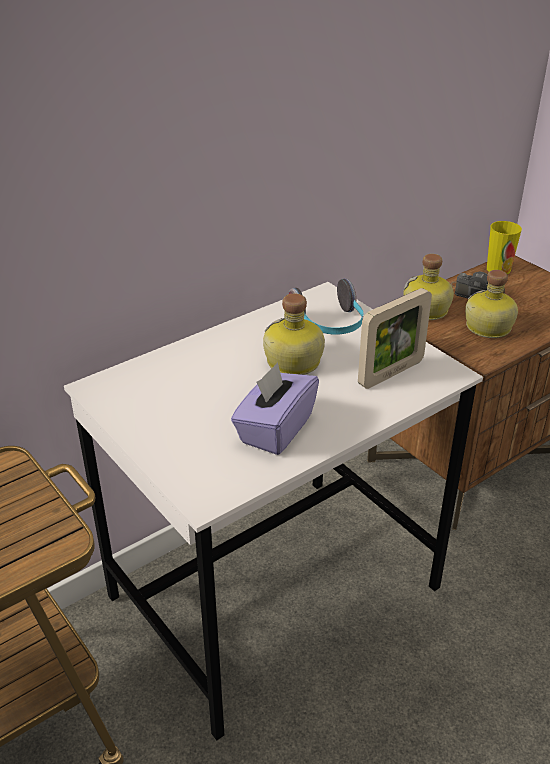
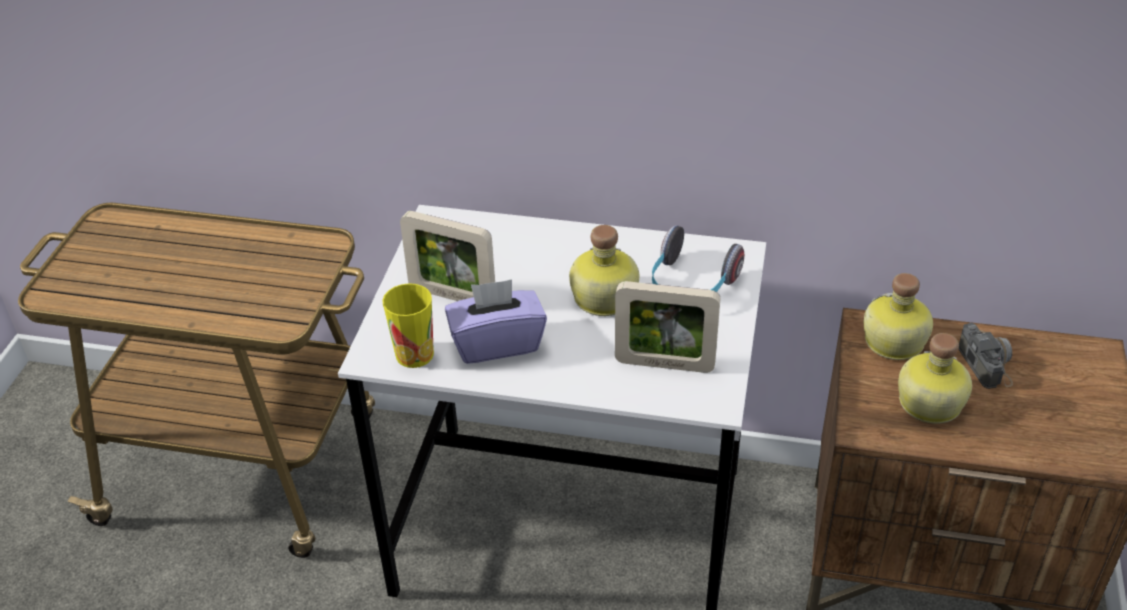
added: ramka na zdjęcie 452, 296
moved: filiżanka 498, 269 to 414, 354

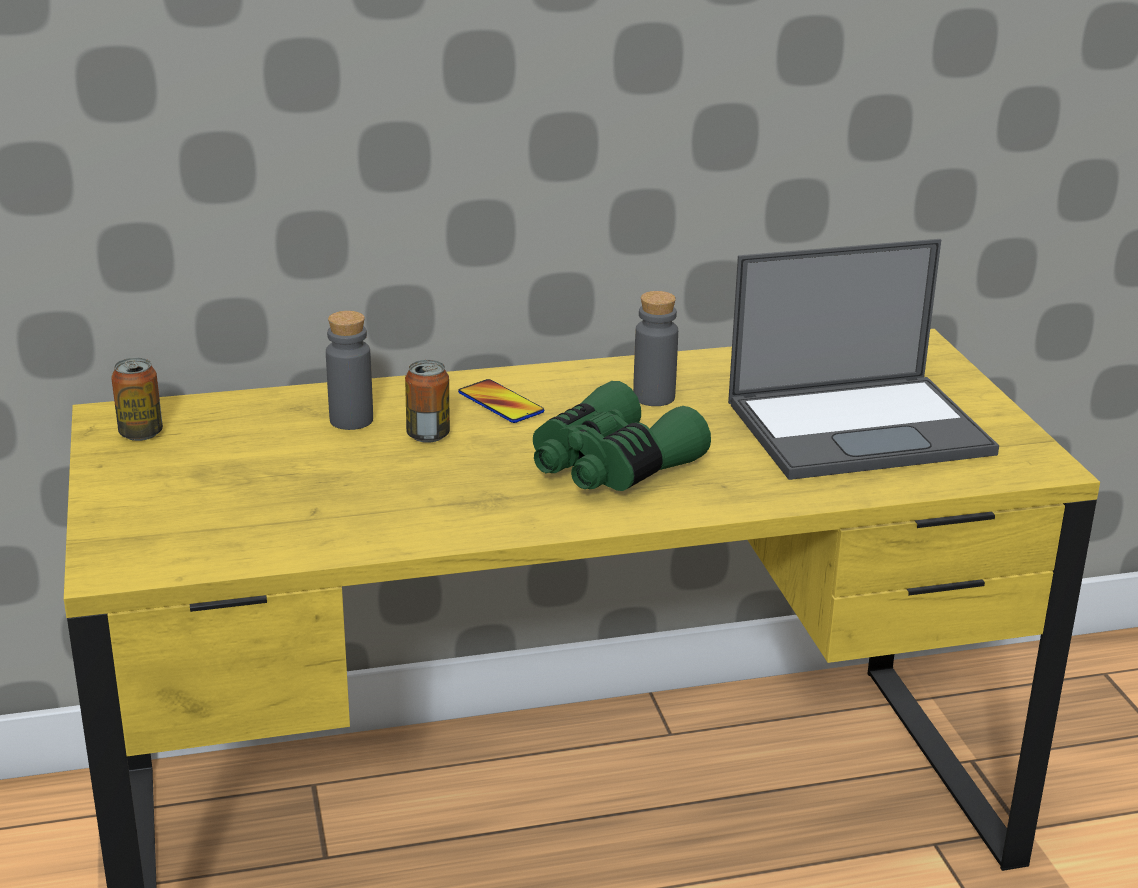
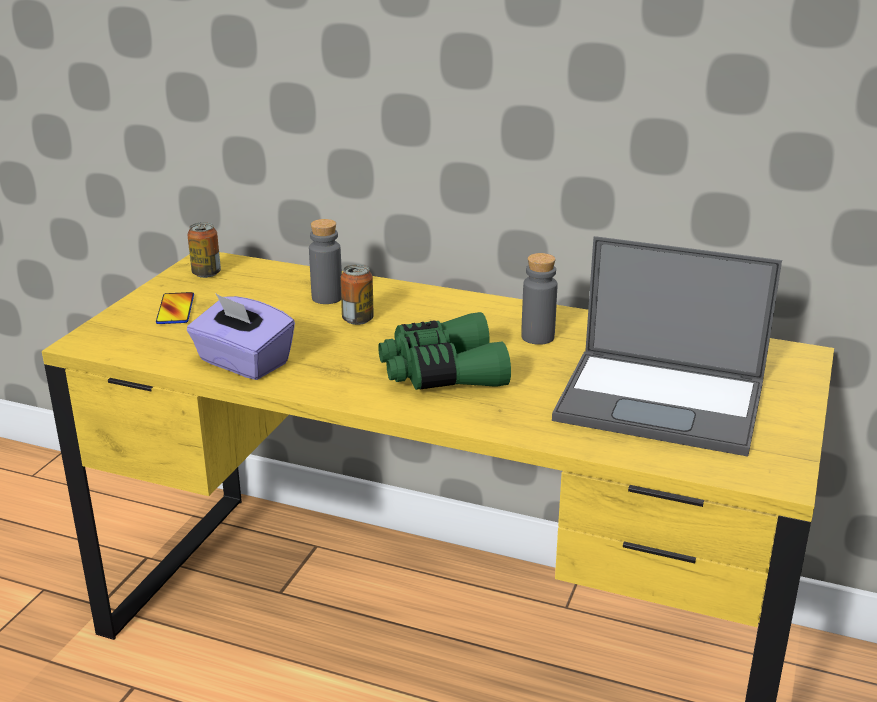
added: pudełko chusteczek (fioletowy) 243, 363
moved: telefon 500, 403 to 175, 309

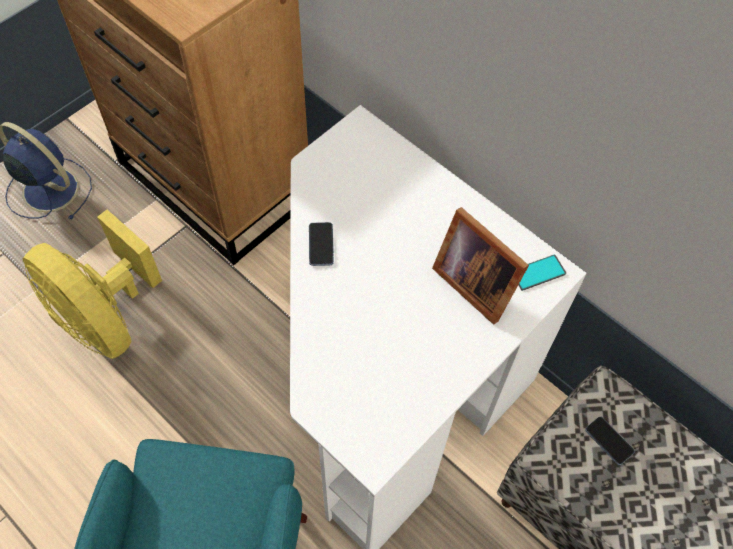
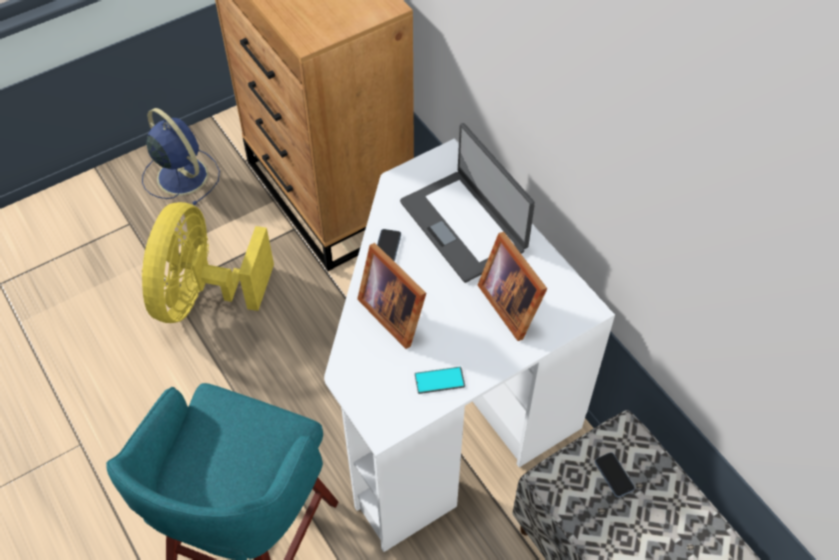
added: ramka na zdjęcie 394, 311; laptop 464, 225
moved: telefon 538, 273 to 439, 380
turned: wentylator (żółty) 106, 317 = 203, 295 45 degrees clockwise

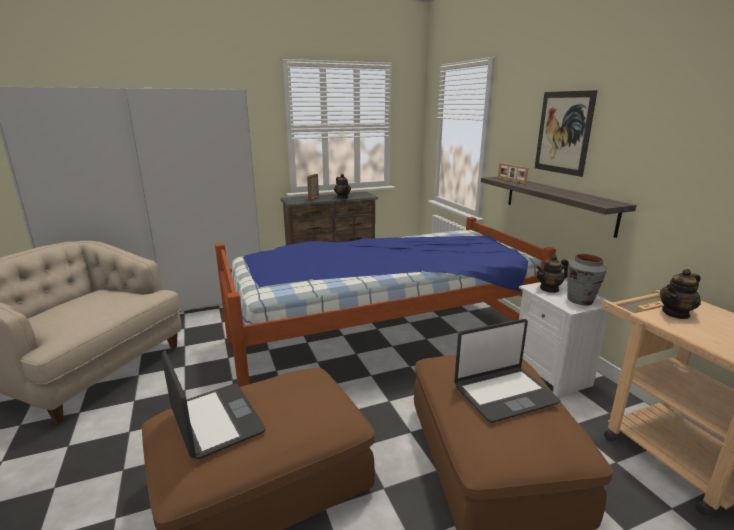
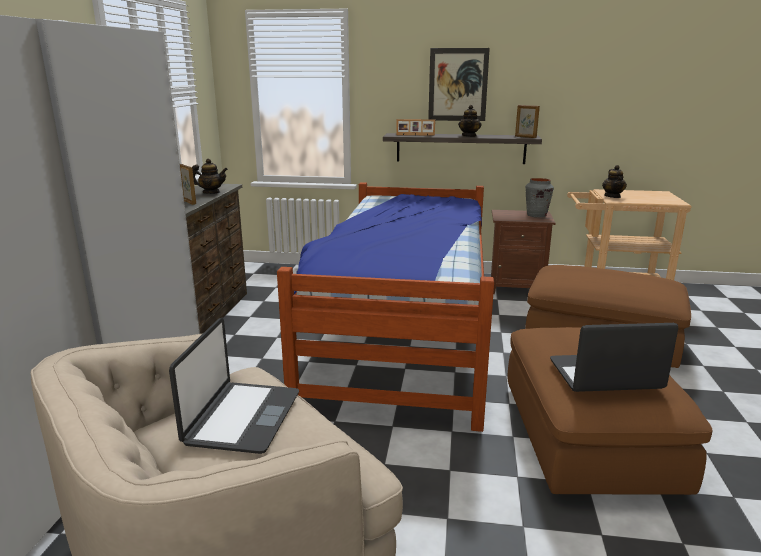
added: ramka na zdjęcie 525, 137
moved: laptop 504, 394 to 242, 418; imbryk 549, 289 to 469, 136
recoloured: szafka nocna (biały) 553, 374 to szafka nocna (brązowy) 516, 287

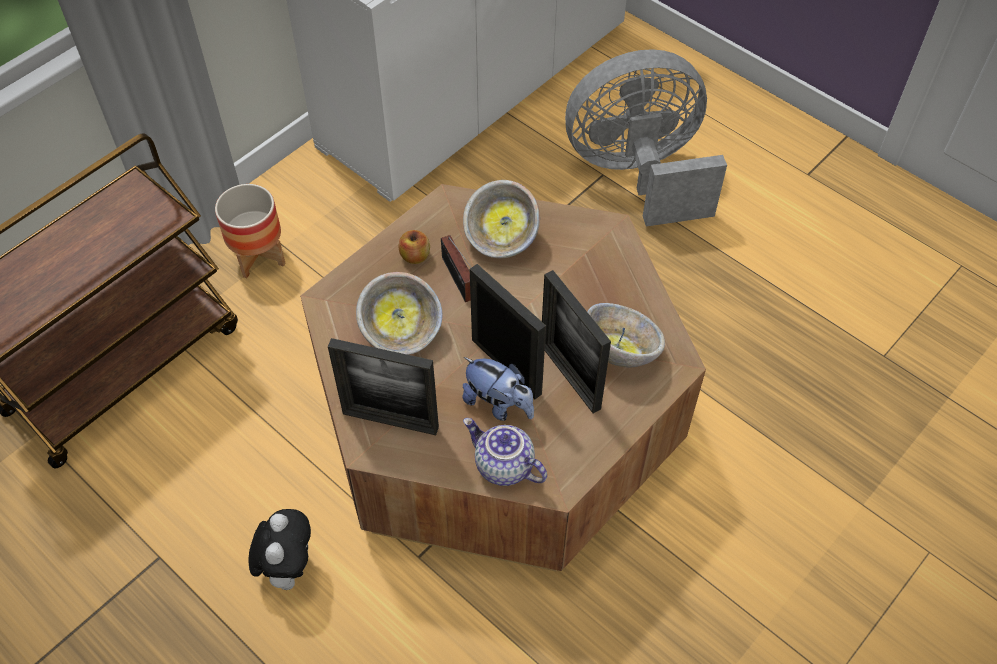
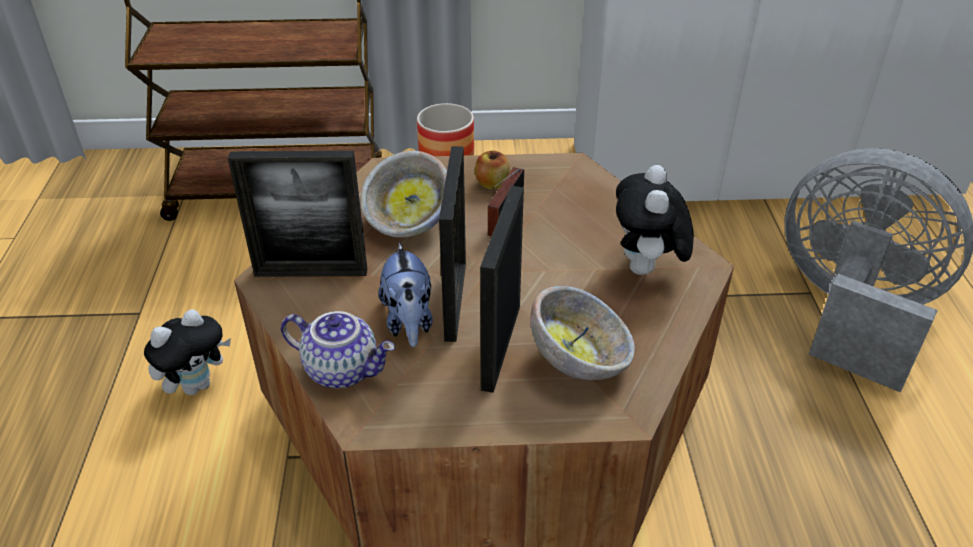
removed: miska 502, 239
added: pluszak 646, 270
turned: ramka na zdjęcie 390, 420 = 311, 272 60 degrees counterclockwise; imbryk 503, 466 = 343, 369 120 degrees clockwise

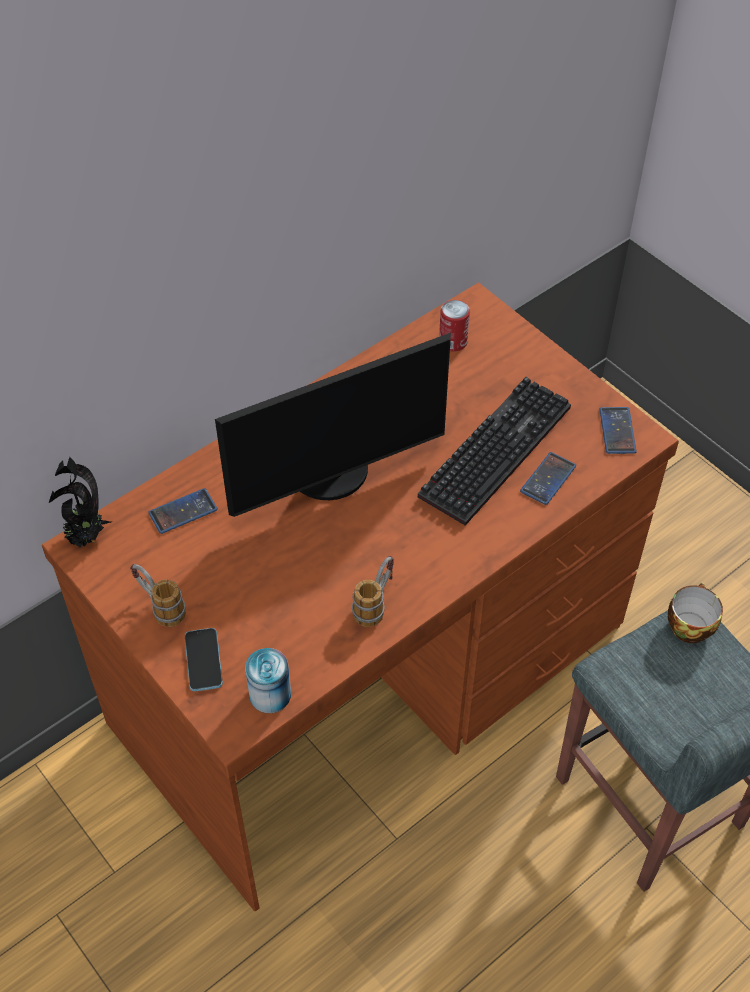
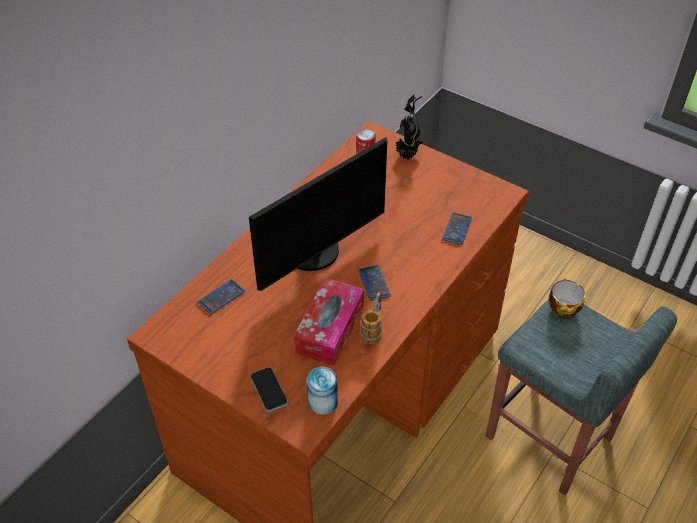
removed: kubek 159, 606; klawiatura 494, 448
added: pudełko chusteczek 330, 329
moved: roślina doniczkowa 86, 538 to 407, 156; telefon 617, 431 to 374, 283

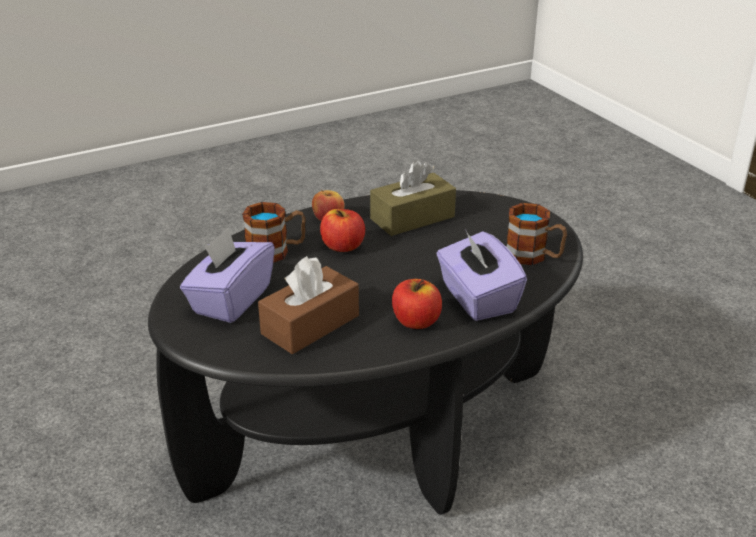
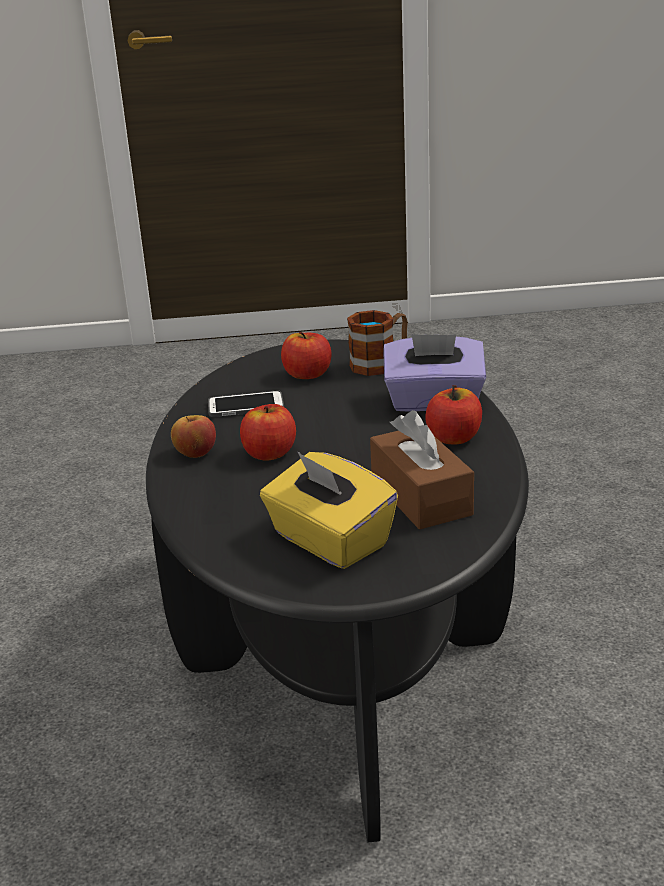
removed: kubek 276, 252
added: jabłko 307, 375
replaced: pudełko chusteczek (brązowy) 412, 218 to telefon 246, 406
recoloured: pudełko chusteczek (fioletowy) 231, 300 to pudełko chusteczek (żółty) 329, 541

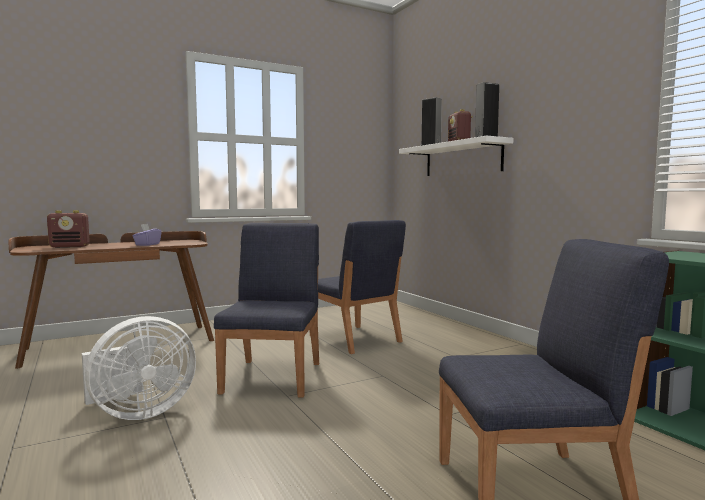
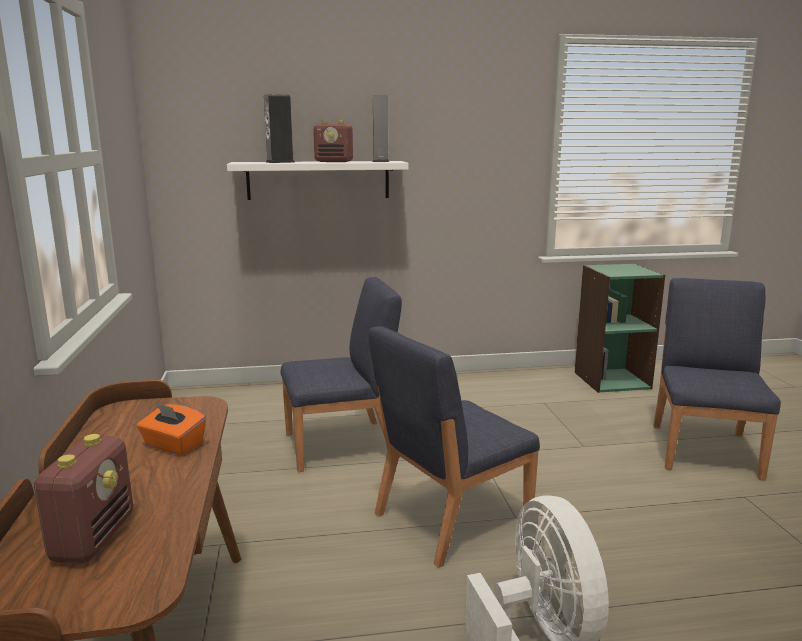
recoloured: pudełko chusteczek (fioletowy) 147, 244 to pudełko chusteczek (pomarańczowy) 173, 445
turned: krzesło (niebieski) 273, 377 = 450, 519 60 degrees counterclockwise

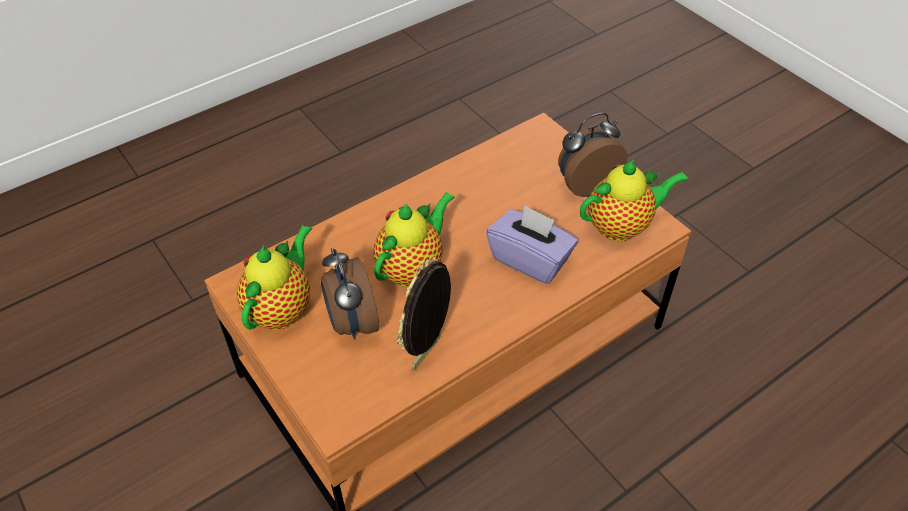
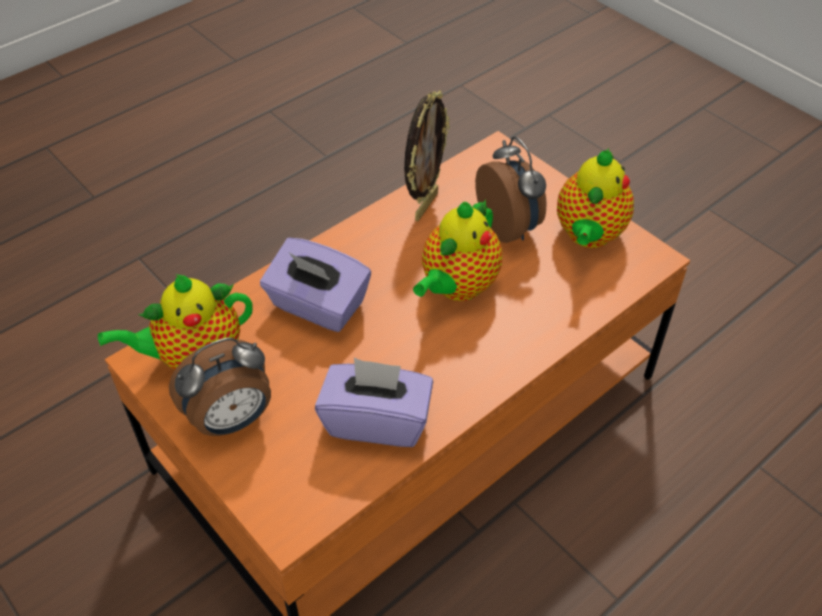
added: pudełko chusteczek (fioletowy) 377, 420

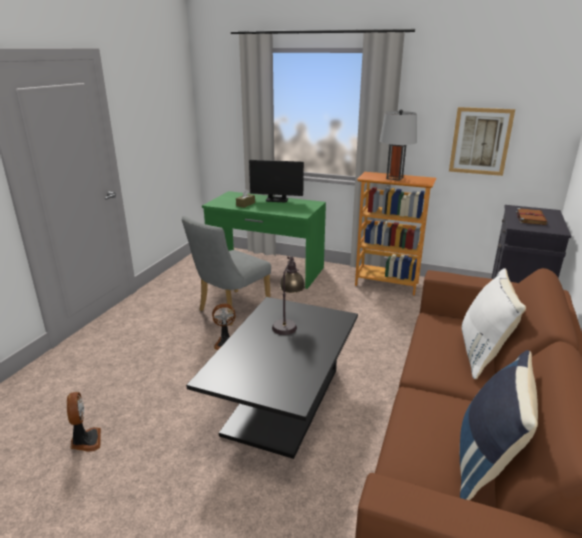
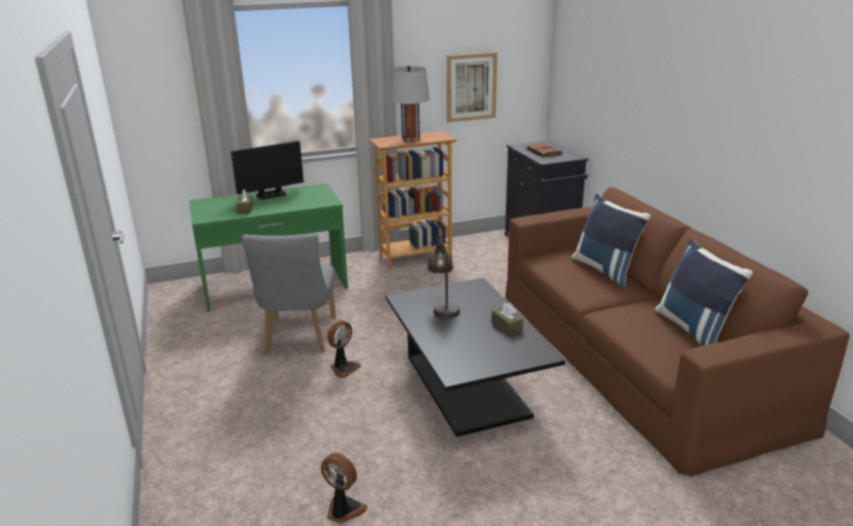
added: pudełko chusteczek (brązowy) 506, 326
recoloured: poduszka (biały) 483, 354 to poduszka (niebieski) 606, 270

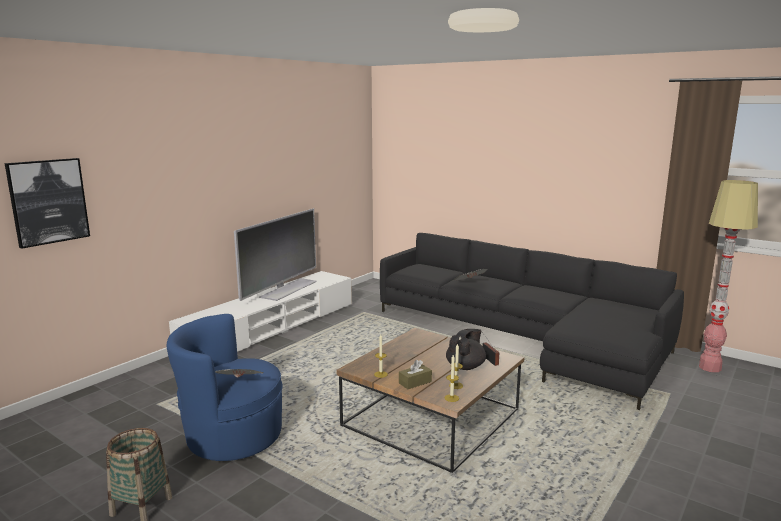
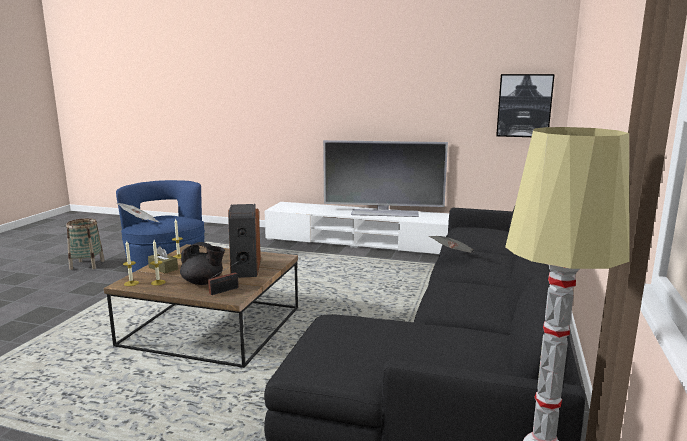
added: głośnik 245, 268
moved: obraz 48, 201 to 524, 105

